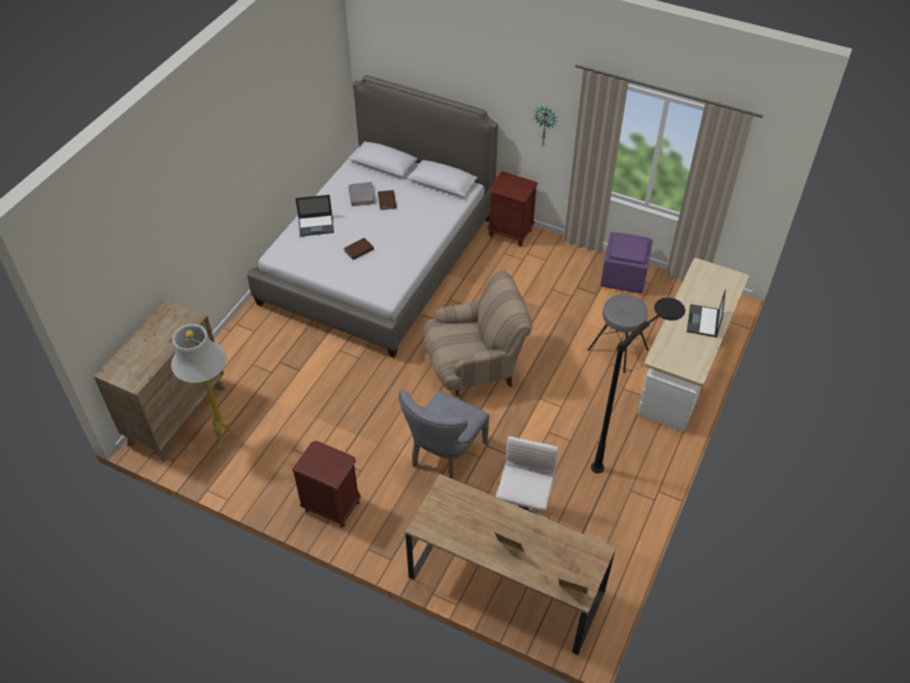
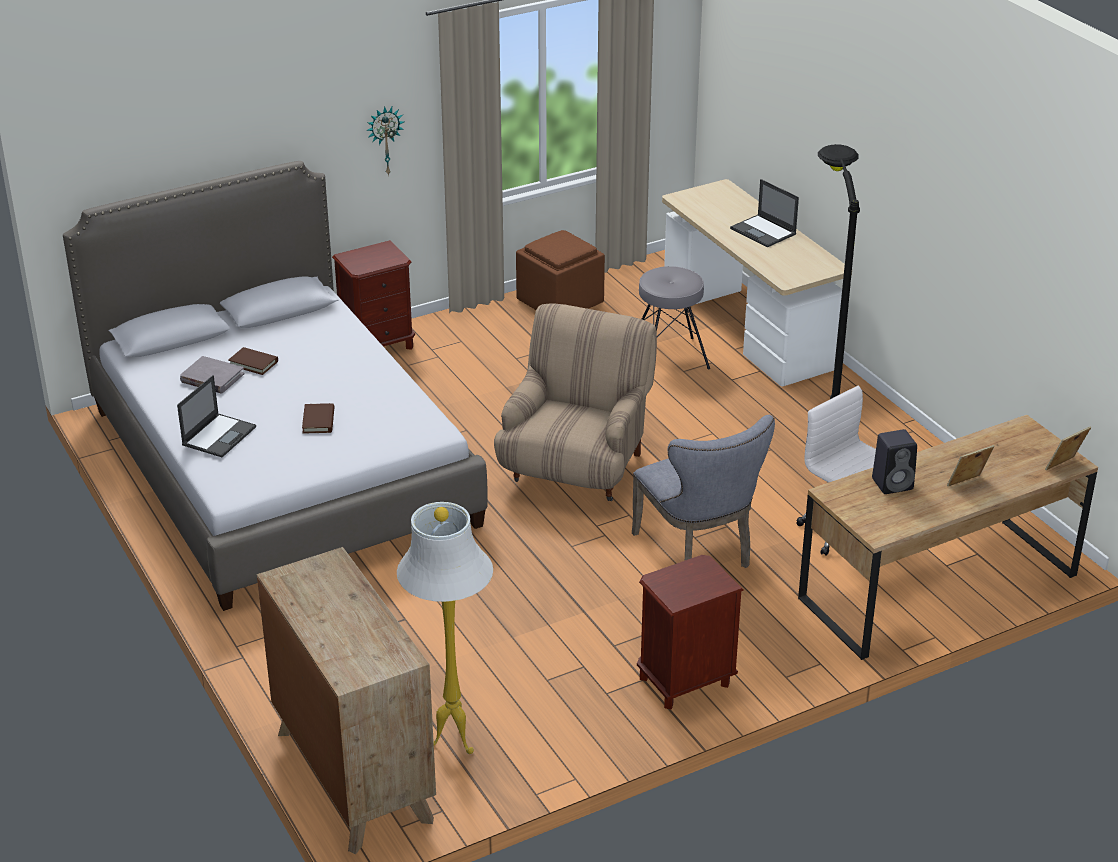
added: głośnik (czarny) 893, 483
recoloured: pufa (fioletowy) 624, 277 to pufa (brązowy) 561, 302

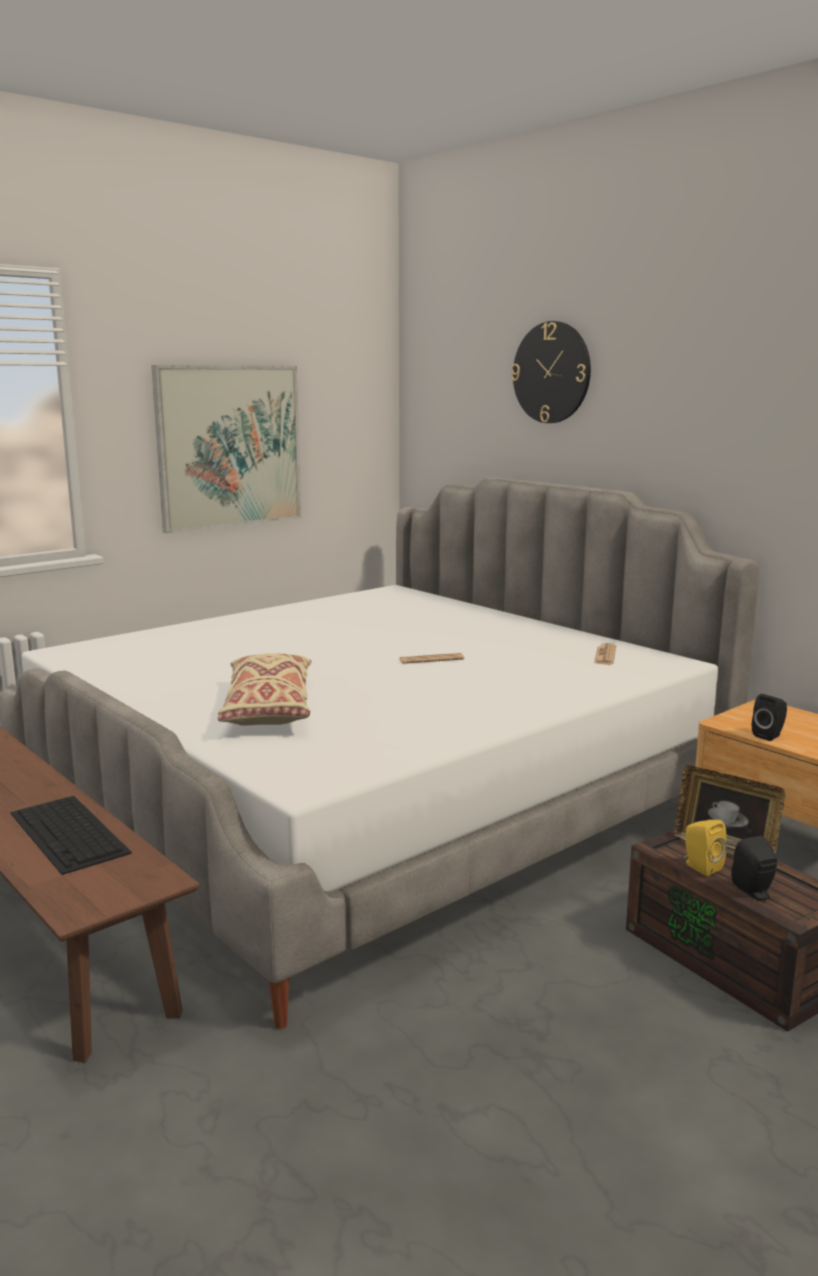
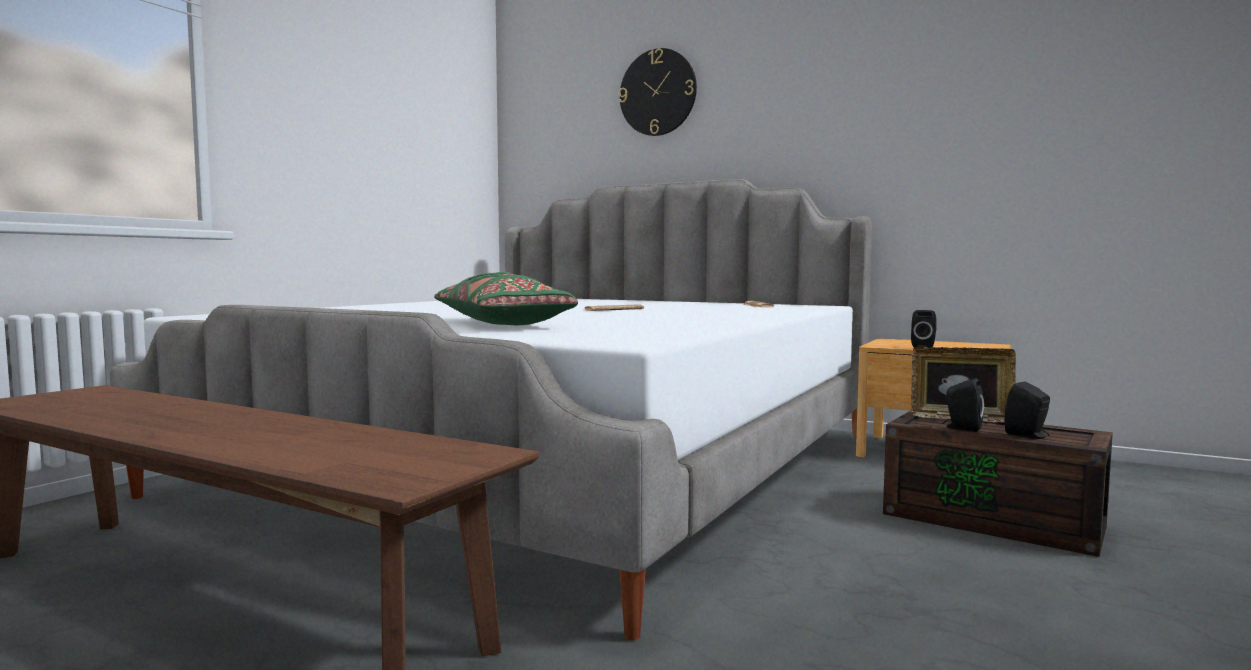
removed: klawiatura 69, 833; obraz 229, 446
recoloured: poduszka (beżowy) 268, 708 to poduszka (zielony) 501, 323; głośnik (żółty) 700, 867 to głośnik (czarny) 961, 428

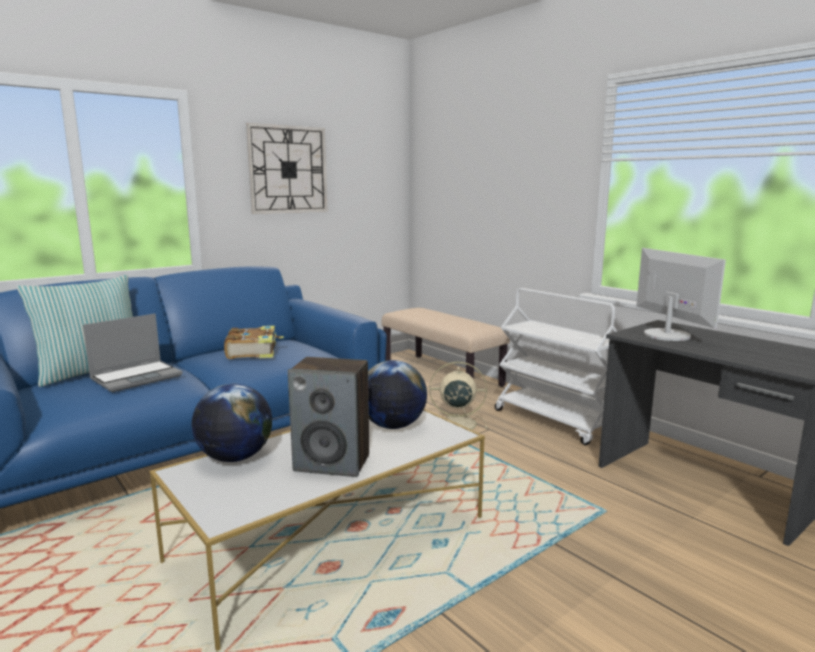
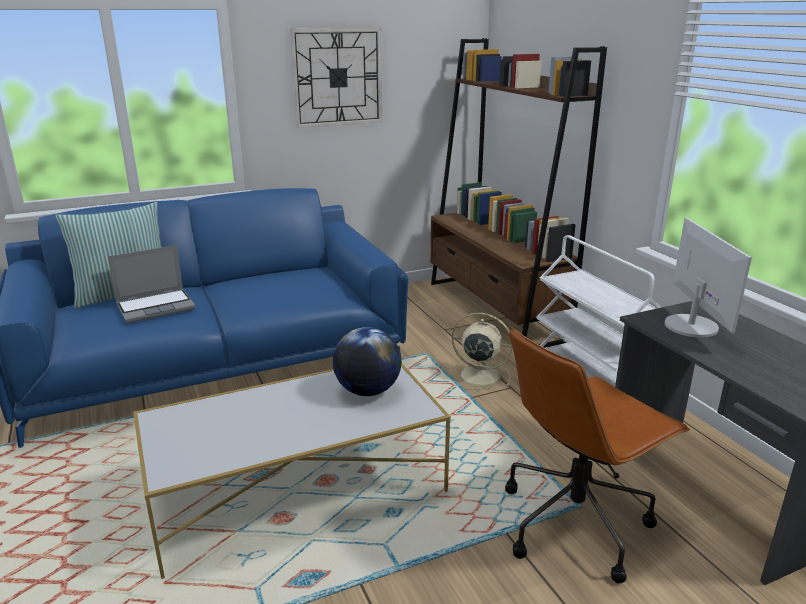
removed: globus 235, 458; książka 253, 351; głośnik 333, 463
added: krzesło biurowe (brązowy) 575, 522
replaced: ławka (beżowy) 442, 374 to regał (brązowy) 495, 310

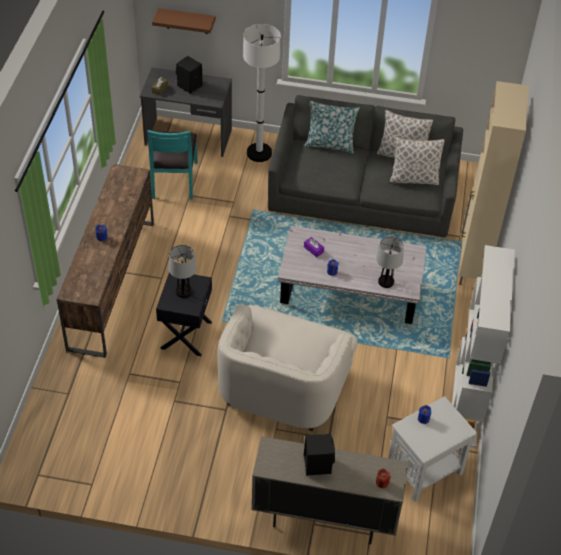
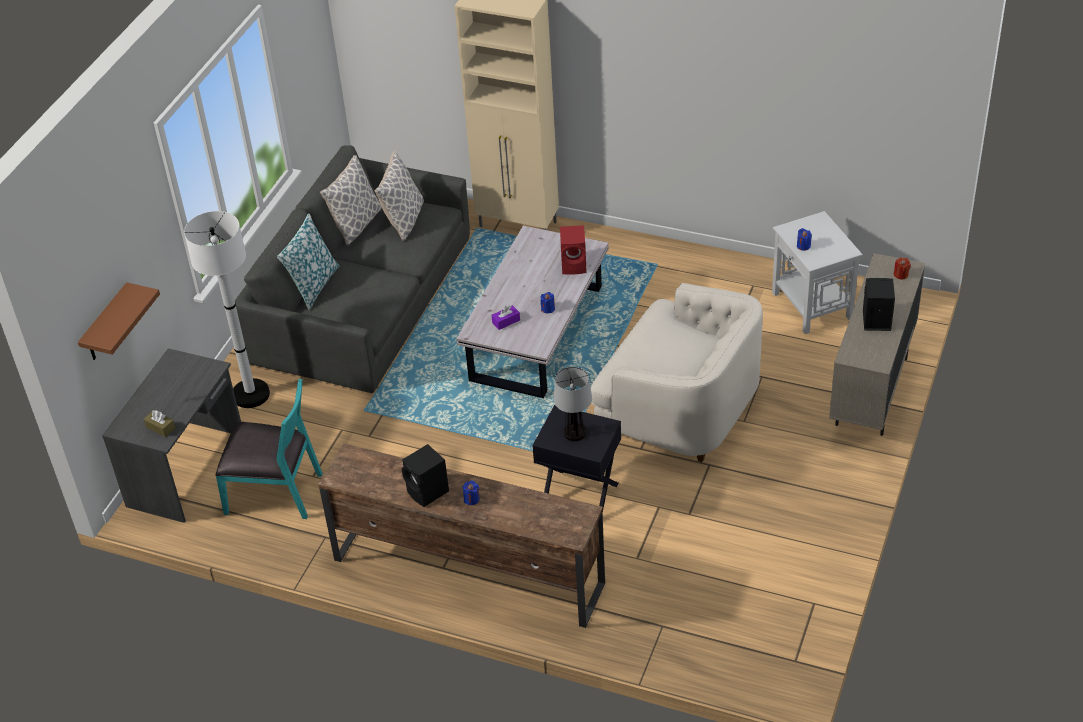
removed: regał (biały) 466, 405
moved: głośnik (czarny) 189, 86 to 428, 492
replaced: lampa stołowa 386, 282 to głośnik (czerwony) 575, 265

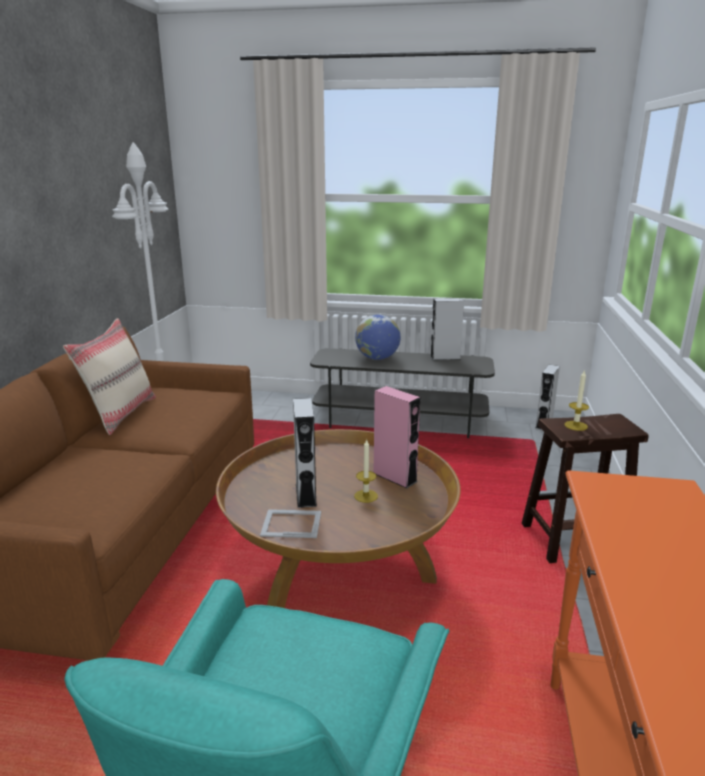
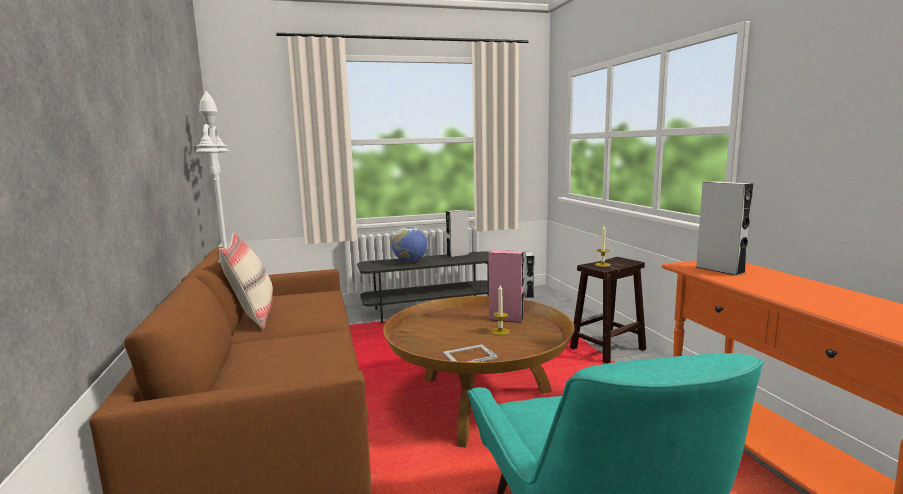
moved: głośnik (szary) 305, 494 to 719, 270

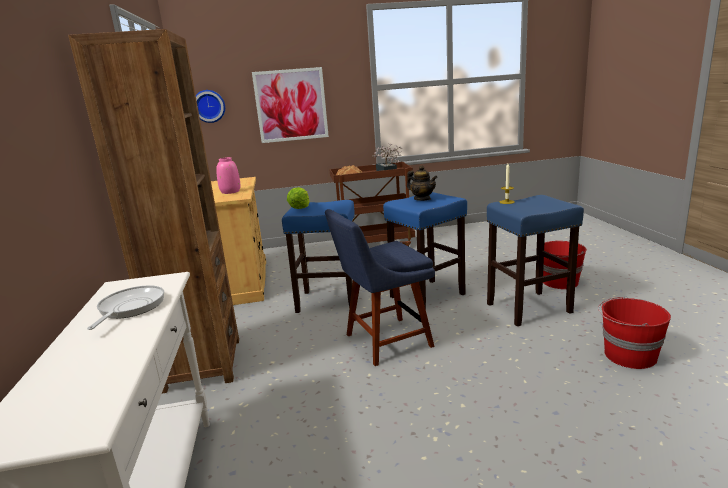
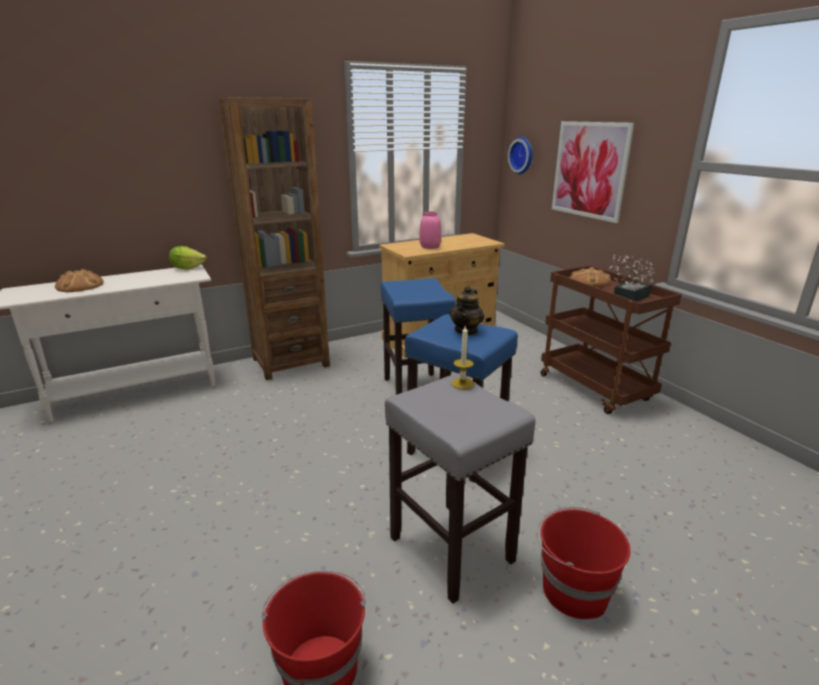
removed: patelnia 130, 308; krzesło (niebieski) 384, 341
added: chleb 80, 285
moved: sałata 299, 208 to 187, 268
recoloured: stołek (niebieski) 529, 308 to stołek (szary) 452, 550

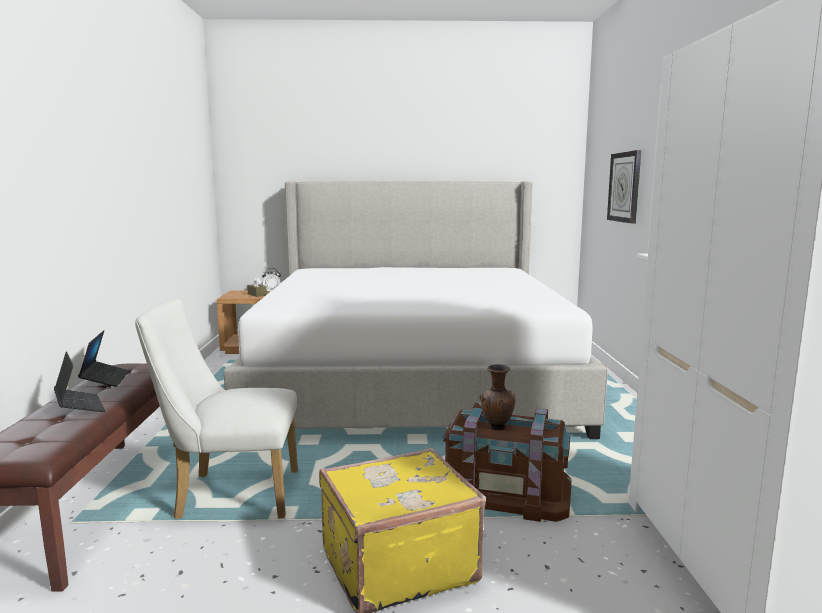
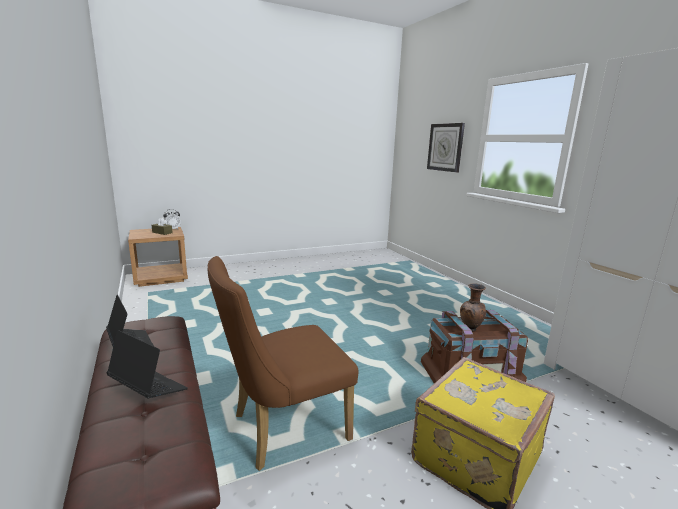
removed: łóżko 411, 379
recoloured: krzesło (biały) 229, 495 to krzesło (brązowy) 282, 429

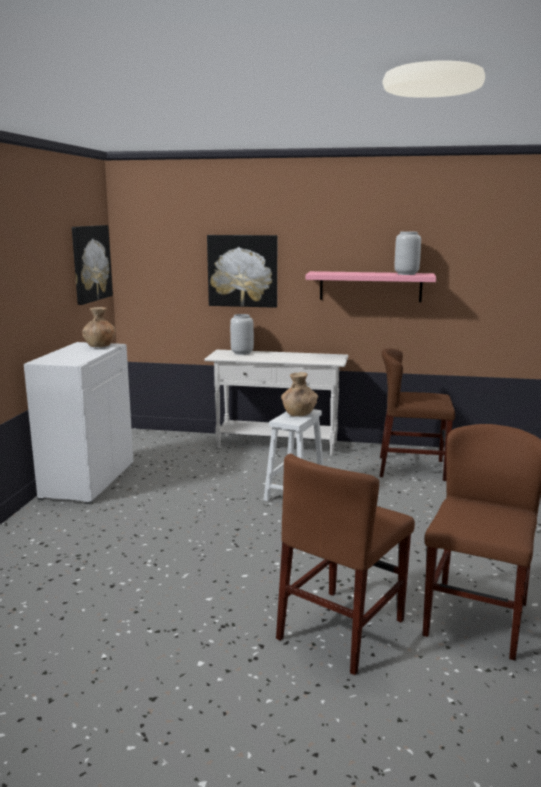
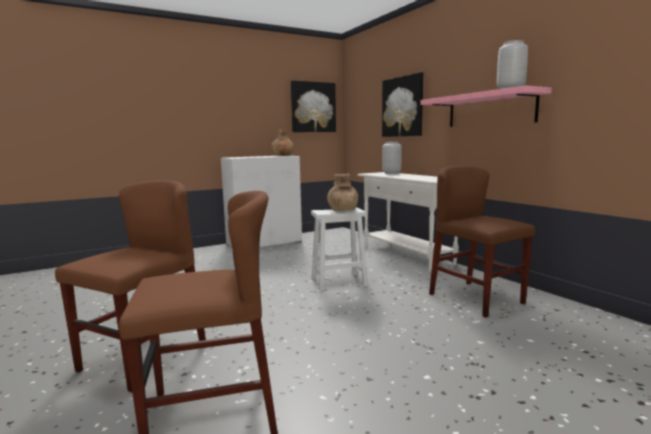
turned: krzesło (brązowy) 341, 629 = 144, 357 120 degrees clockwise

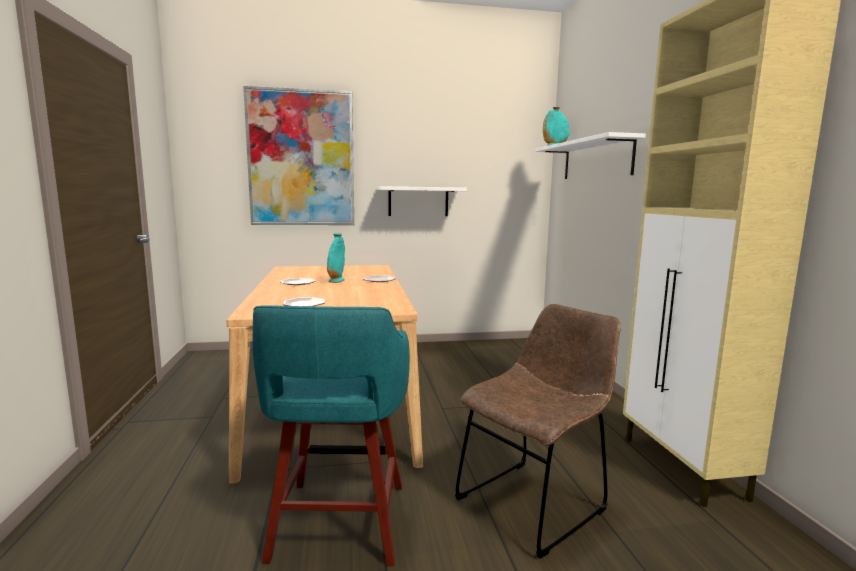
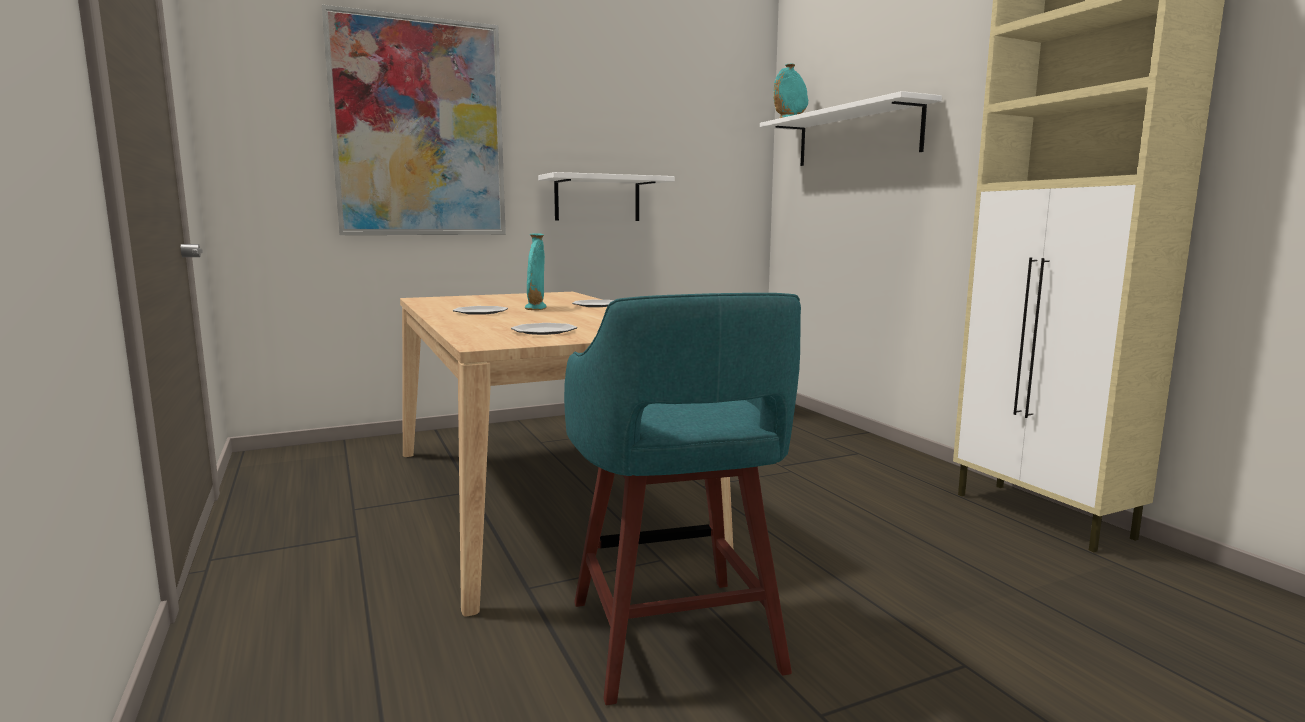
removed: krzesło (brązowy) 535, 501

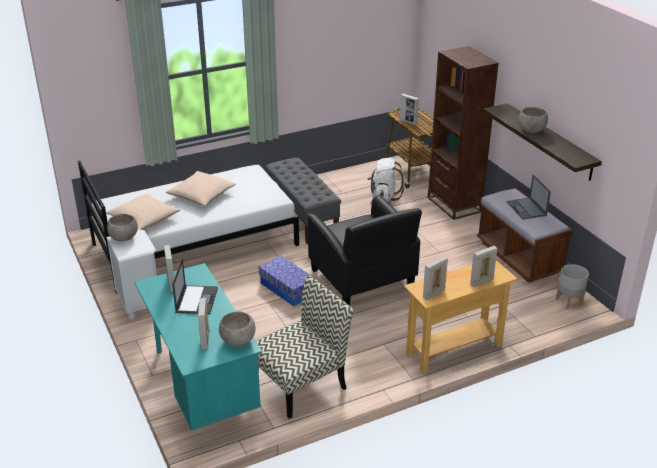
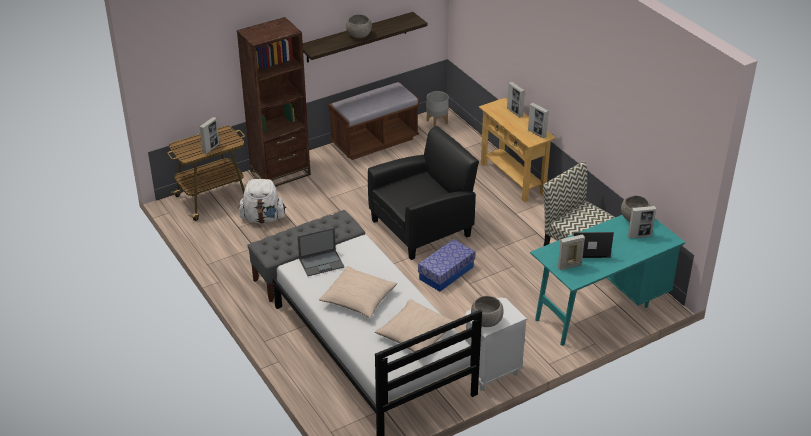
moved: laptop 526, 209 to 322, 263

